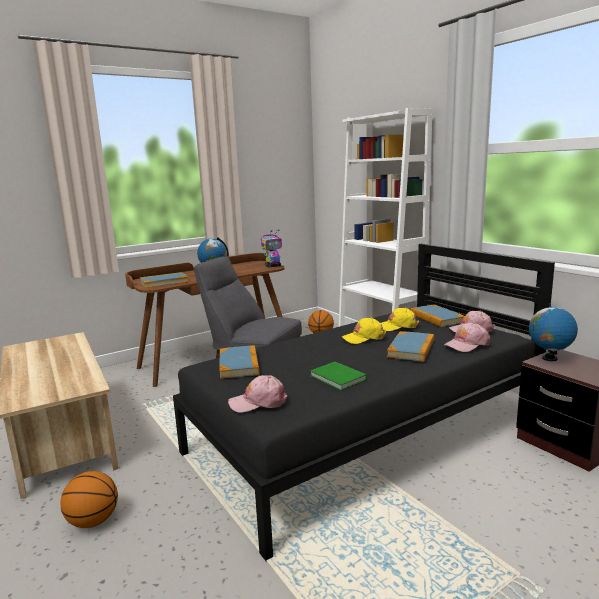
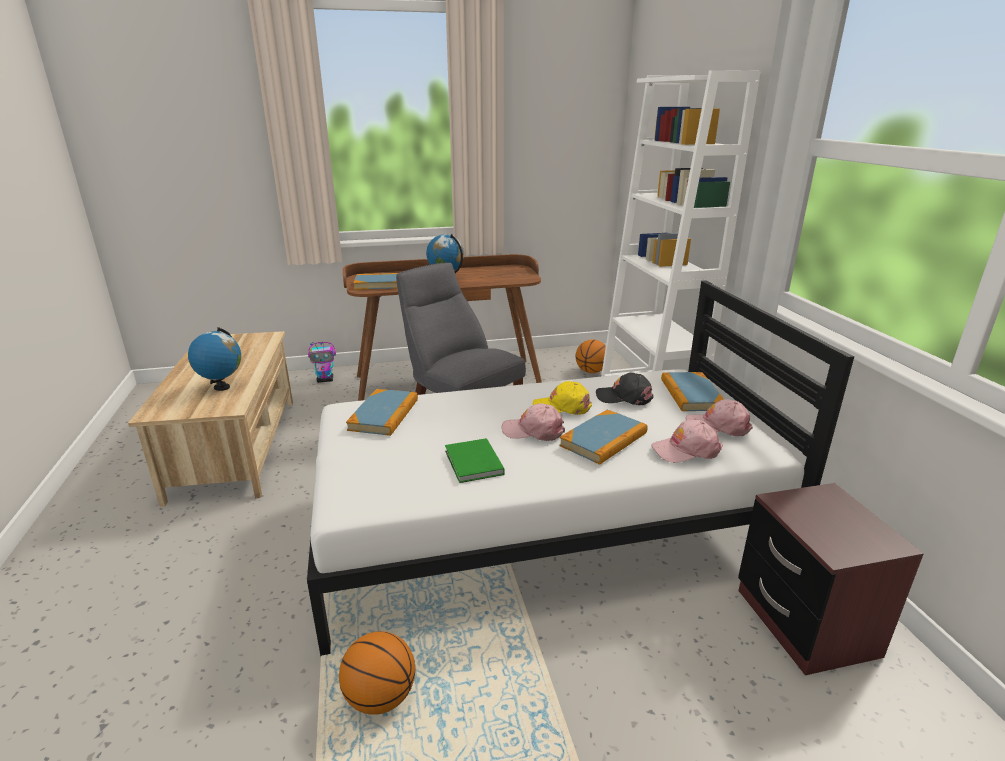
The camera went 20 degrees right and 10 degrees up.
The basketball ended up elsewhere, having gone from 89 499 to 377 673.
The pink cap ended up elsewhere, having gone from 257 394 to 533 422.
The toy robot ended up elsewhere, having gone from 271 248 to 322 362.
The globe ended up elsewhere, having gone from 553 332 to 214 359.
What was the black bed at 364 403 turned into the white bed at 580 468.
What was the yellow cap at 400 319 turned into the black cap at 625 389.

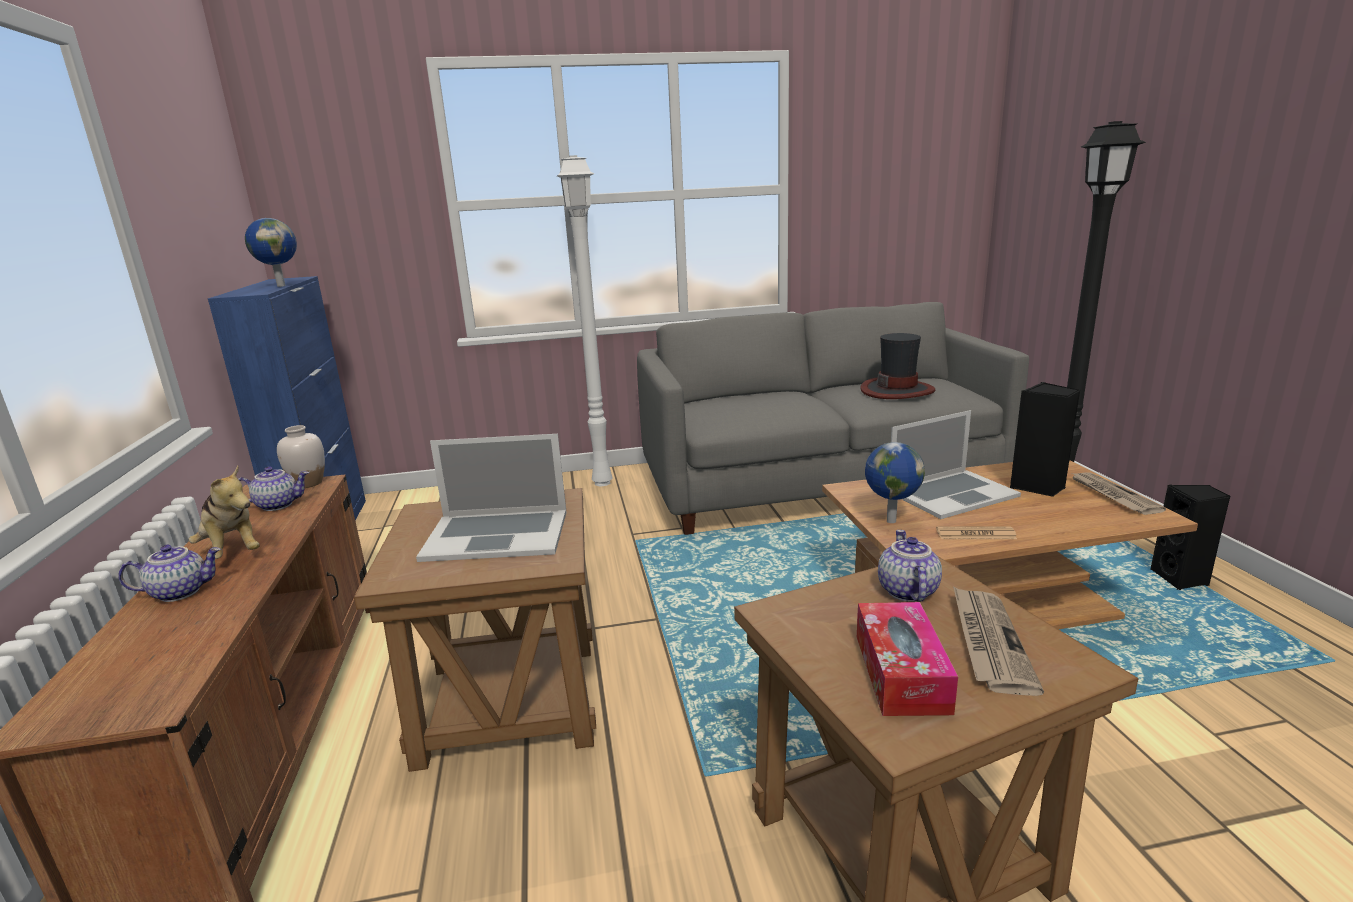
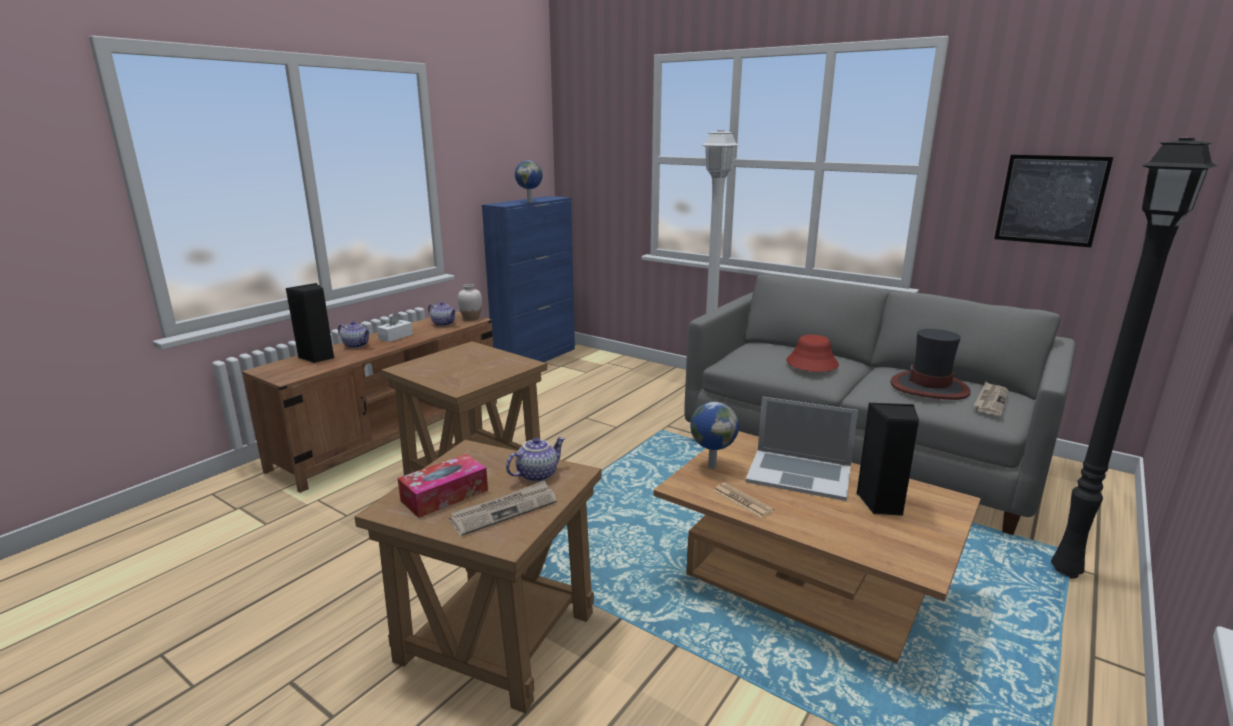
The camera went 45 degrees right and 0 degrees up.
The second view lost the laptop at 491 498.
The second view gained the red hat at 812 353.
The second view gained the picture at 1053 201.
The newspaper ended up elsewhere, having gone from 1119 494 to 991 399.
The black speaker ended up elsewhere, having gone from 1190 537 to 309 323.
Where the plush toy stood at 224 512, the white tissue box came to stand at 395 327.

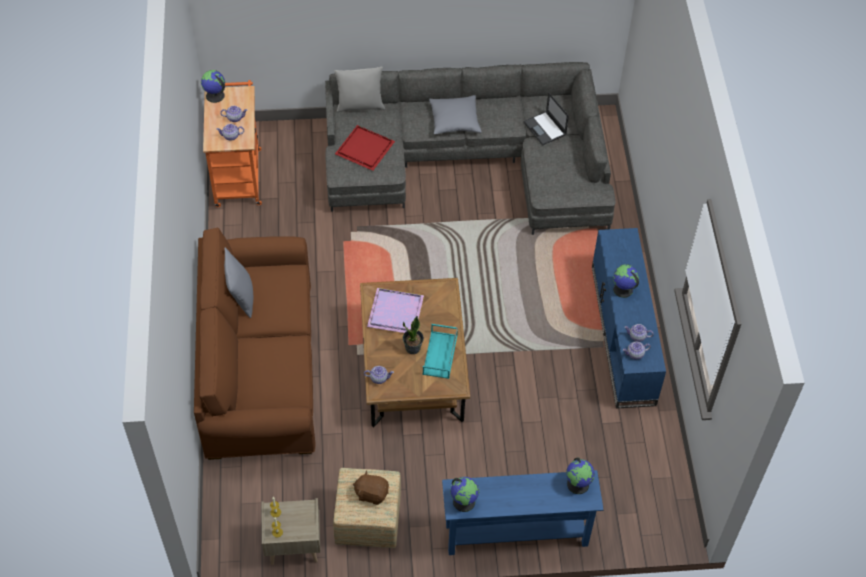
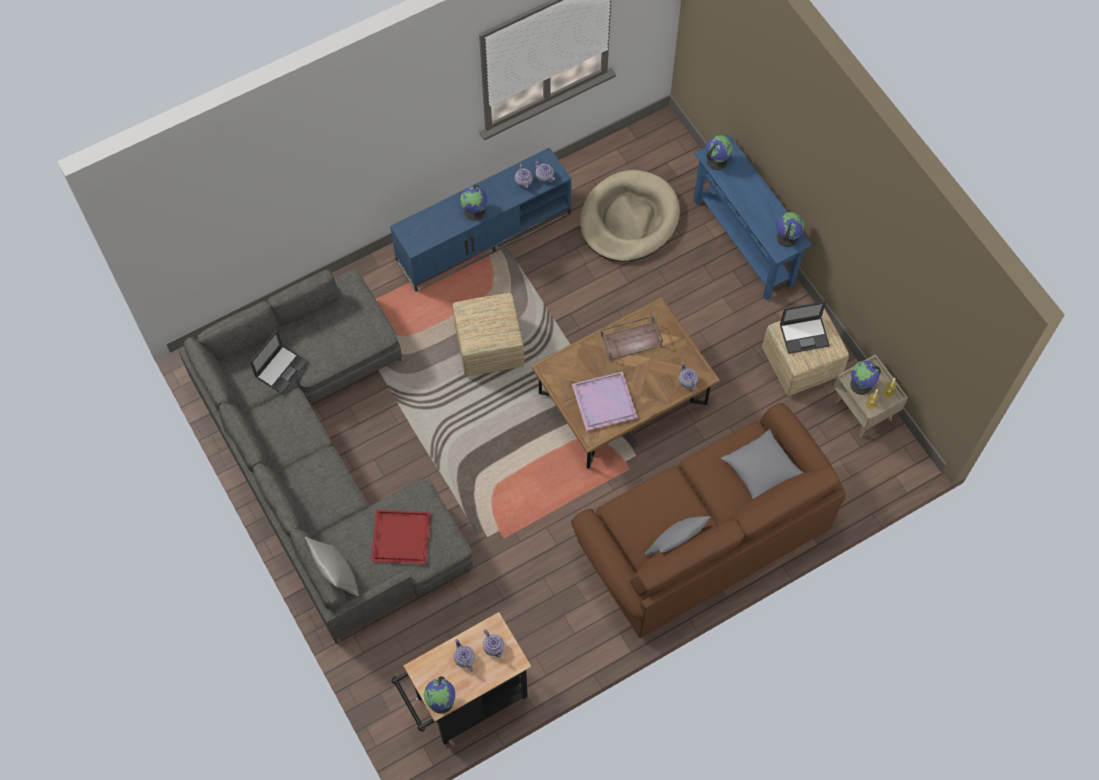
The camera went 115 degrees left and 10 degrees up.
The second view lost the potted plant at 413 335.
The second view gained the ottoman at 488 335.
The second view gained the beige dog bed at 630 216.
The second view gained the globe at 865 378.
The grey pillow ended up elsewhere, having gone from 455 114 to 762 464.
Where the brown plush toy stood at 371 487, the laptop came to stand at 805 327.
What was the orange cart at 232 143 turned into the black cart at 461 678.
What was the turquoise tray at 440 351 turned into the brown tray at 632 337.

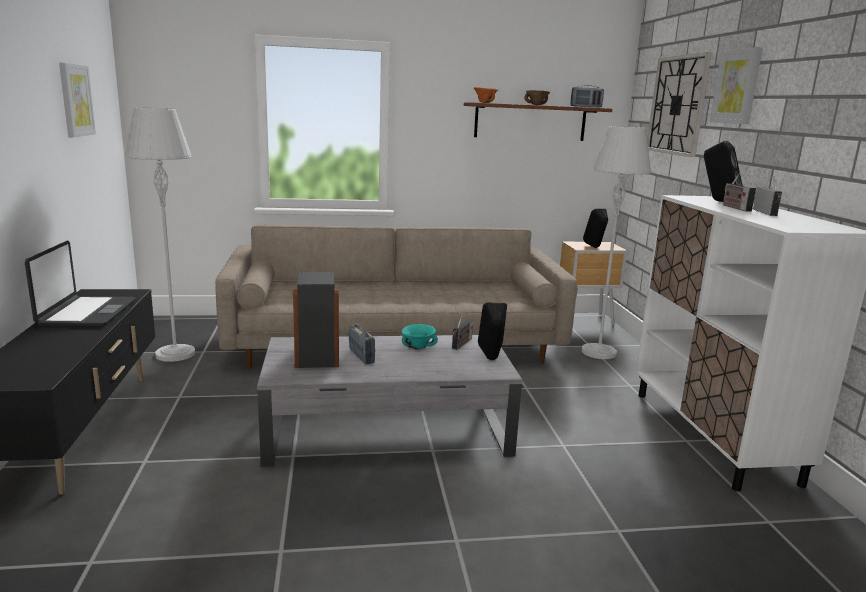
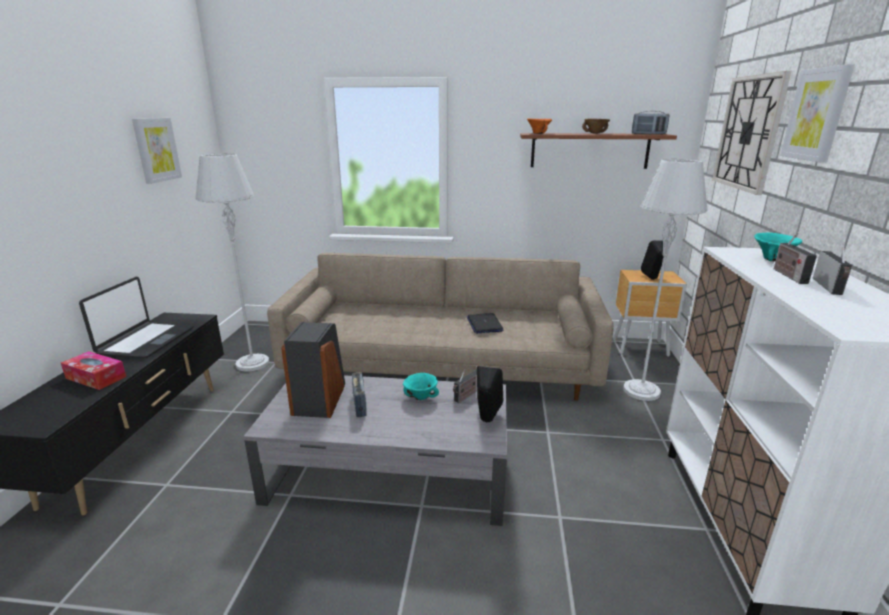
The camera went 15 degrees right and 5 degrees up.
The second view gained the tissue box at 93 370.
The second view gained the laptop at 484 323.
Where the black speaker stood at 723 171, the turquoise bowl came to stand at 778 247.

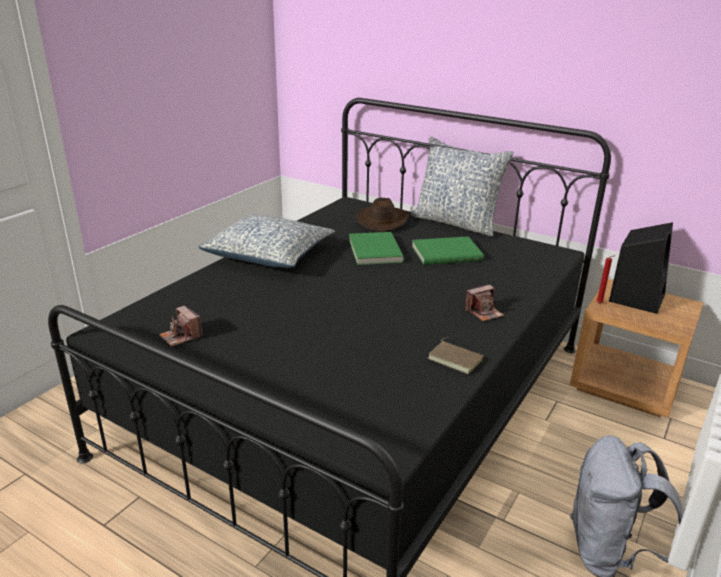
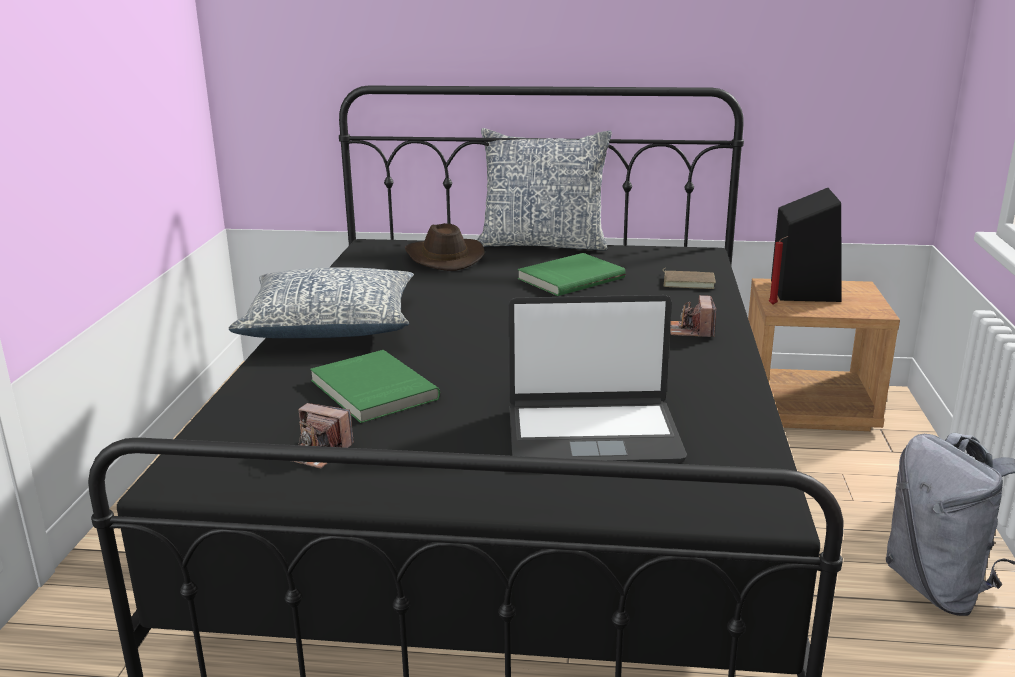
The camera went 25 degrees left and 5 degrees down.
The second view gained the laptop at 597 379.
The green book ended up elsewhere, having gone from 376 248 to 375 386.
The brown book ended up elsewhere, having gone from 456 355 to 689 278.
The photo camera at 484 302 ended up facing another way, 150 degrees clockwise from before.

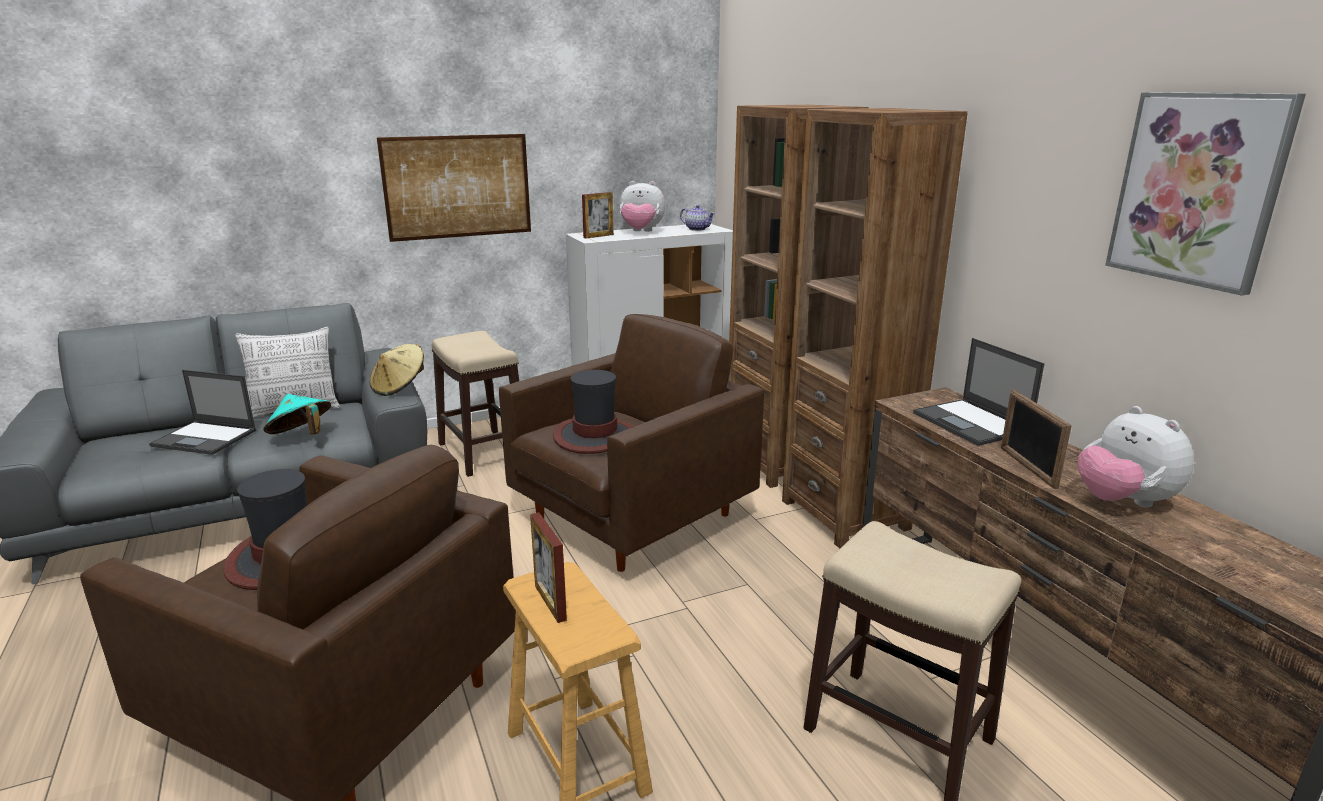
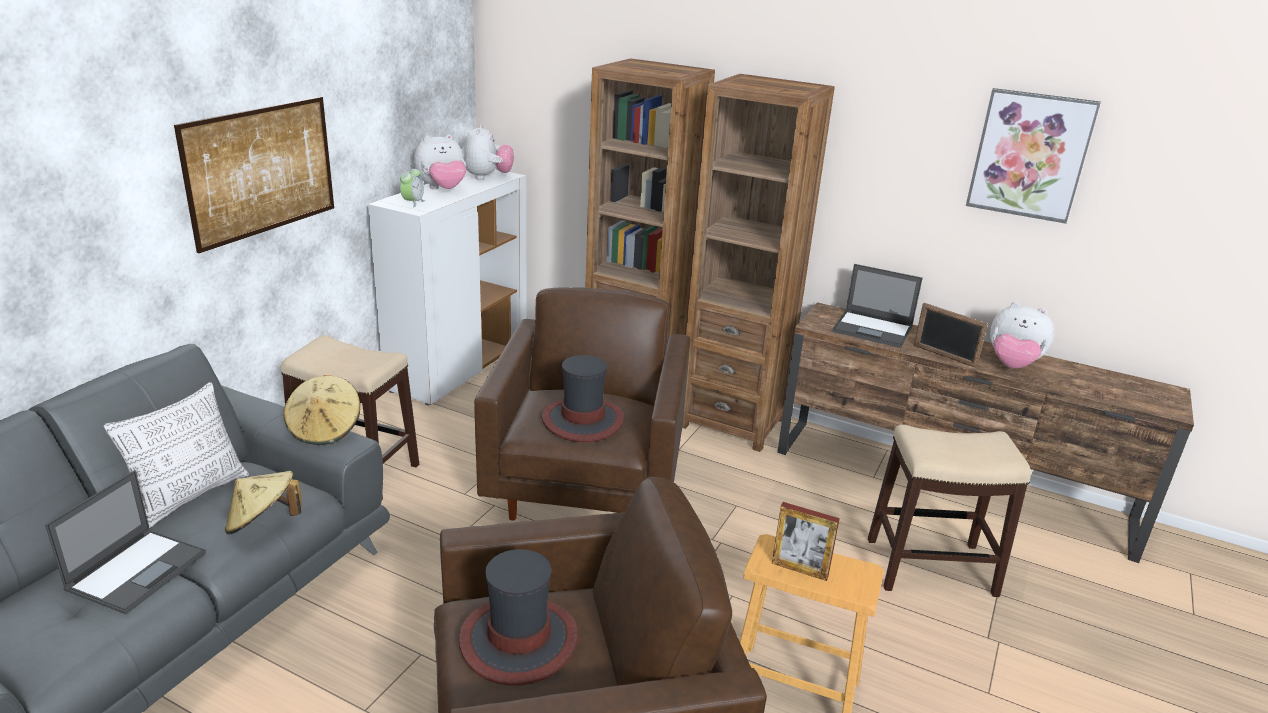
The camera went 40 degrees left and 5 degrees up.
Where the picture frame stood at 598 215, the alarm clock came to stand at 412 186.
Where the teapot stood at 697 218, the plush toy came to stand at 488 152.
What was the turquoise hat at 297 414 turned into the beige hat at 263 502.
The laptop at 202 412 ended up facing another way, 45 degrees counterclockwise from before.

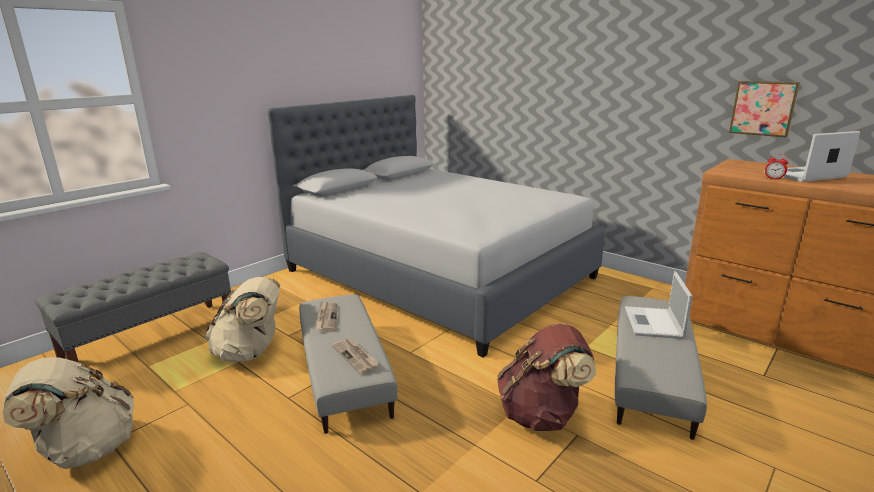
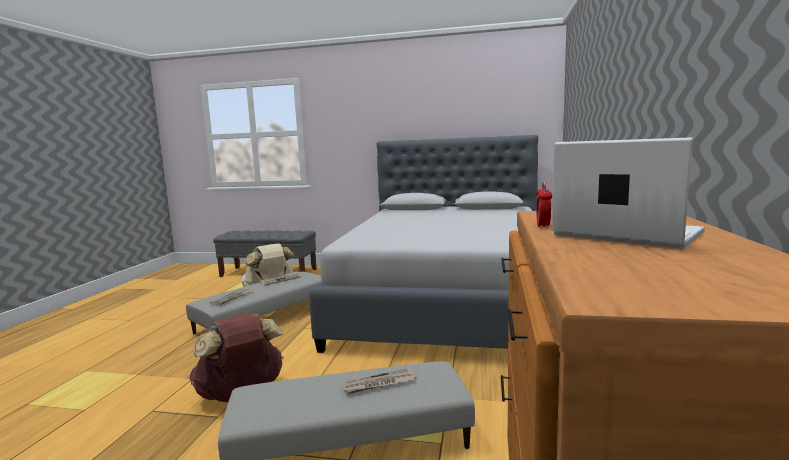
The camera went 60 degrees right and 10 degrees down.
The second view lost the beige backpack at 68 413.
The second view lost the picture at 764 109.
Where the laptop stood at 659 305, the newspaper came to stand at 380 381.

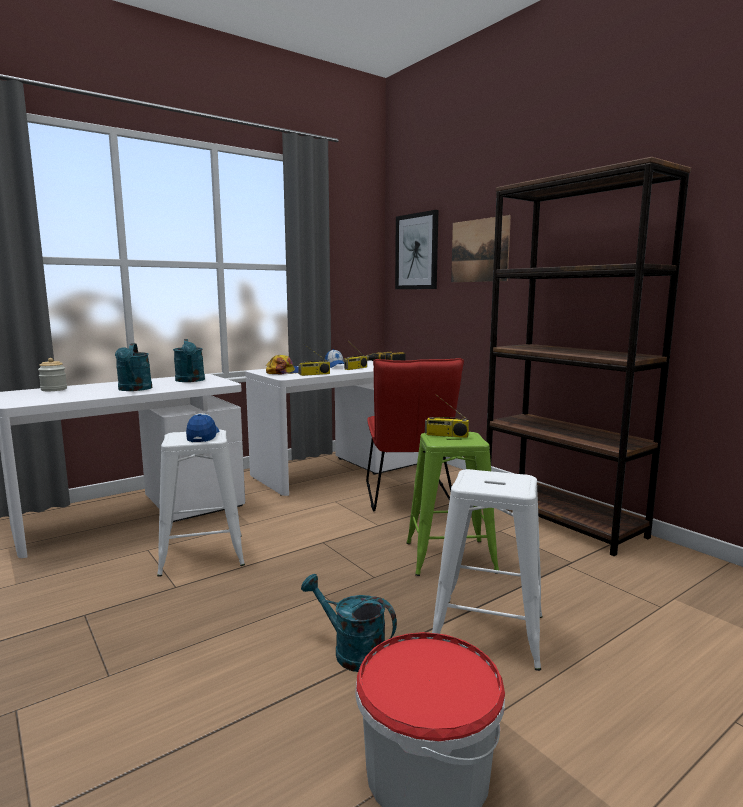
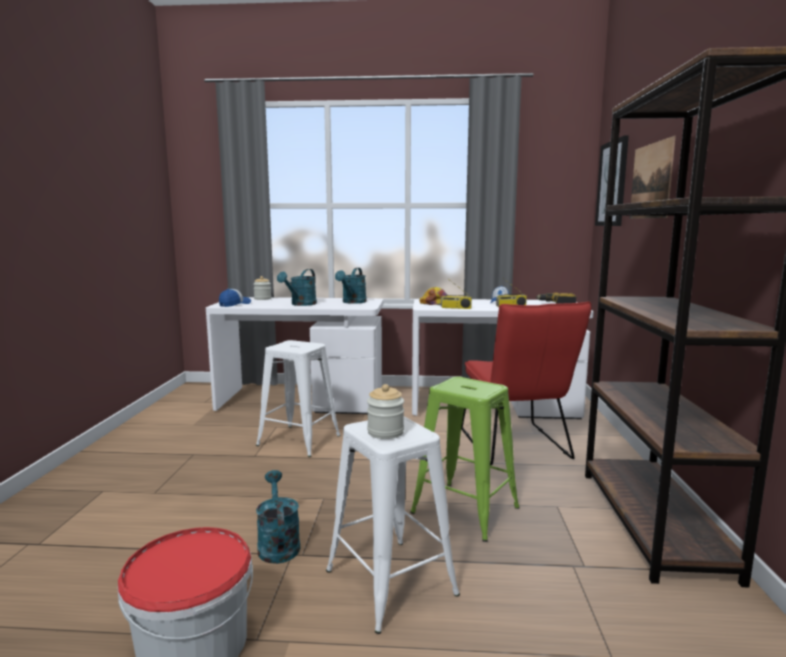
The camera went 40 degrees right and 0 degrees up.
The second view lost the radio at 447 416.
The second view gained the jar at 385 411.
The cap ended up elsewhere, having gone from 202 427 to 235 298.
The red chair at 415 434 ended up facing another way, 45 degrees counterclockwise from before.

